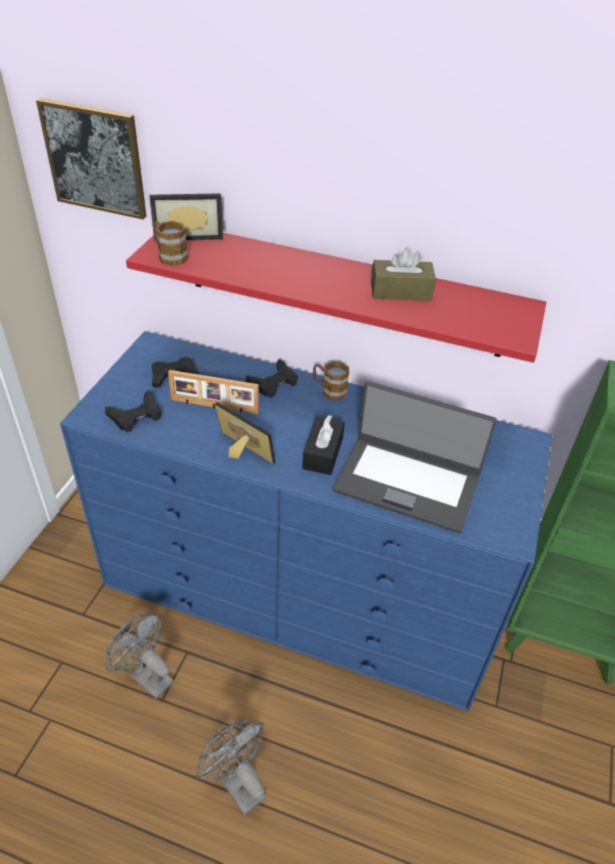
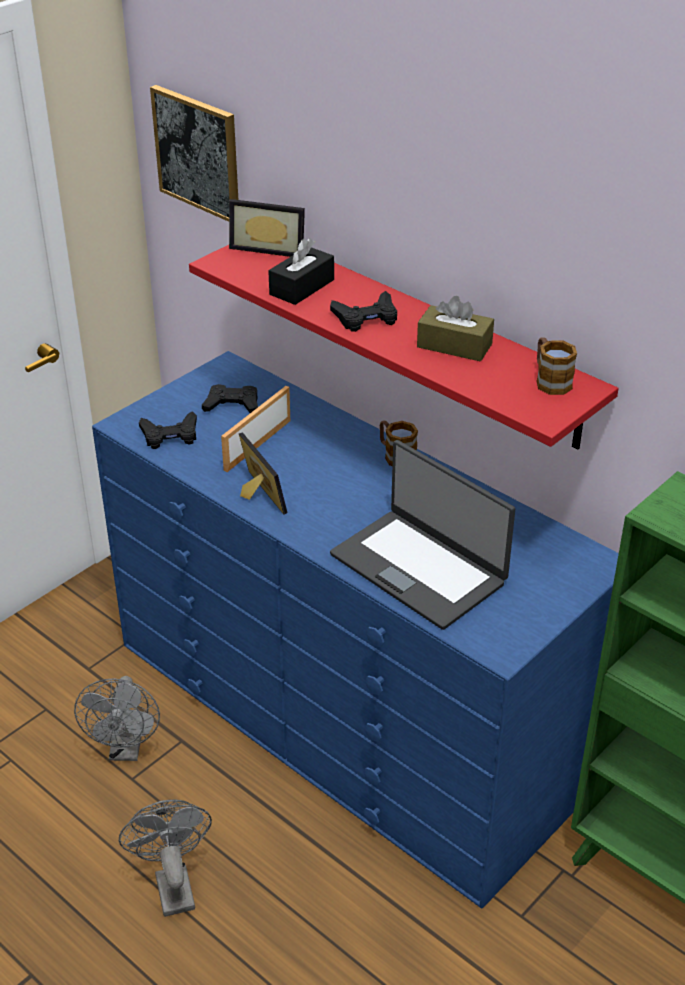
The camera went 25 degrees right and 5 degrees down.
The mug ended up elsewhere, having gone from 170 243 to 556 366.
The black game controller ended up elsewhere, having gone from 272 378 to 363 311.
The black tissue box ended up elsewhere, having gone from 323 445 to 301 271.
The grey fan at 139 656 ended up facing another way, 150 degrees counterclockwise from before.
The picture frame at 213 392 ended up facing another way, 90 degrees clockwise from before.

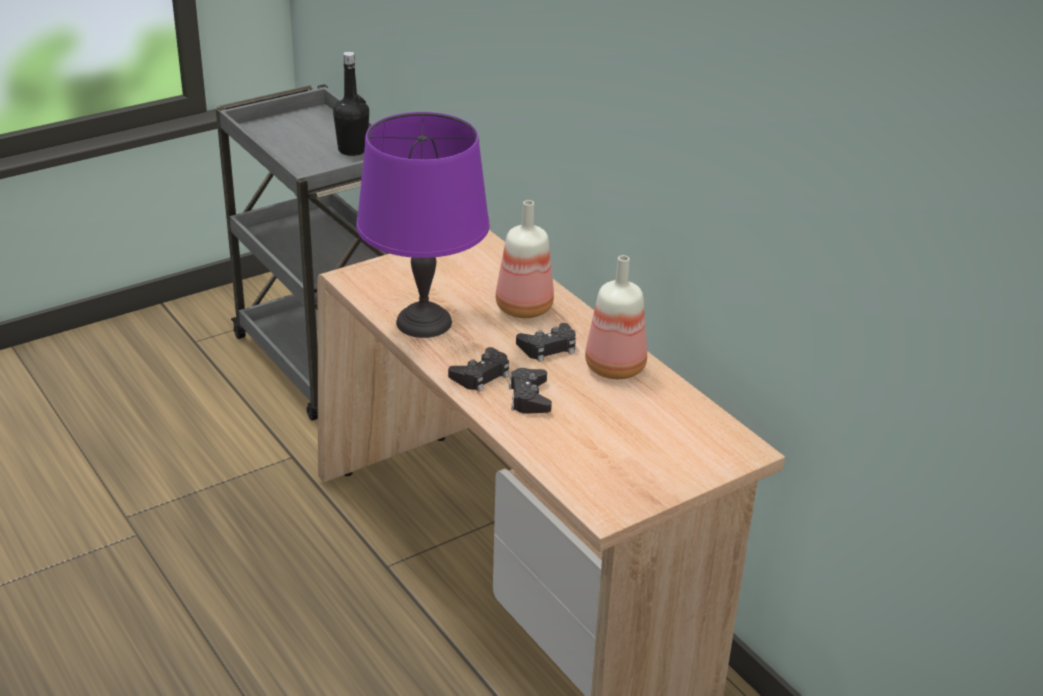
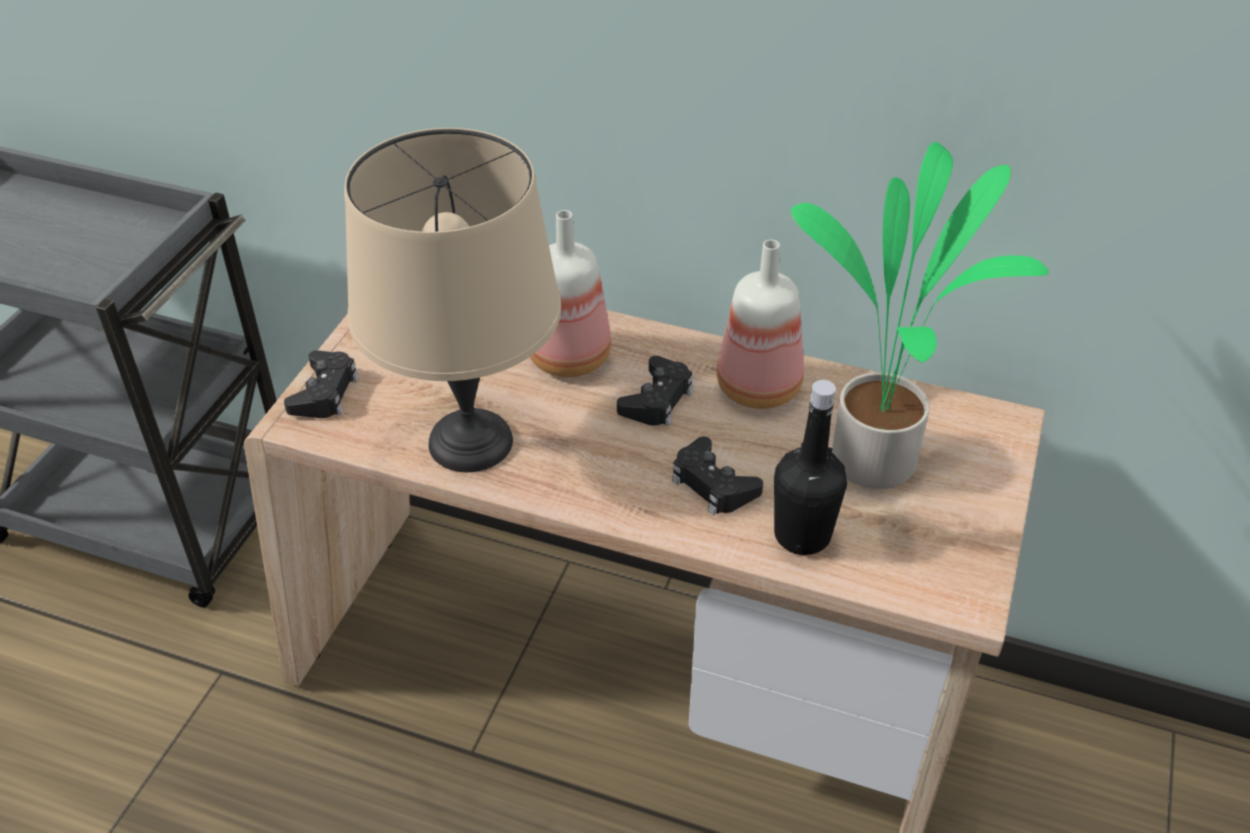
The camera went 35 degrees left and 10 degrees up.
The second view gained the potted plant at 920 315.
The black bottle ended up elsewhere, having gone from 351 104 to 810 467.
The black game controller ended up elsewhere, having gone from 478 369 to 321 384.
What was the purple table lamp at 422 225 turned into the beige table lamp at 452 300.

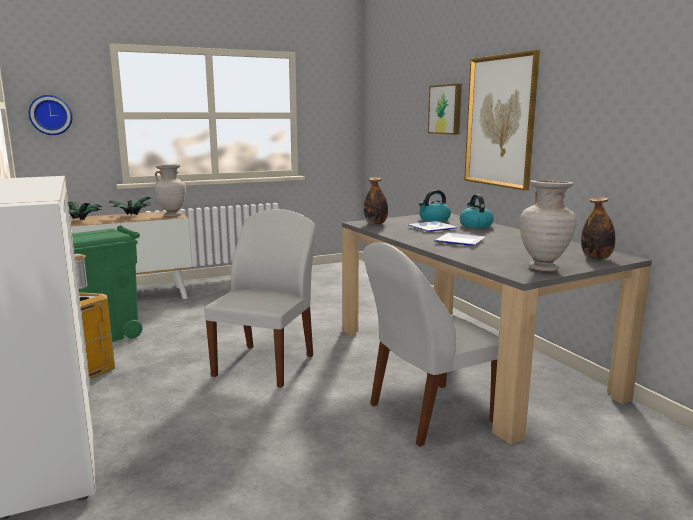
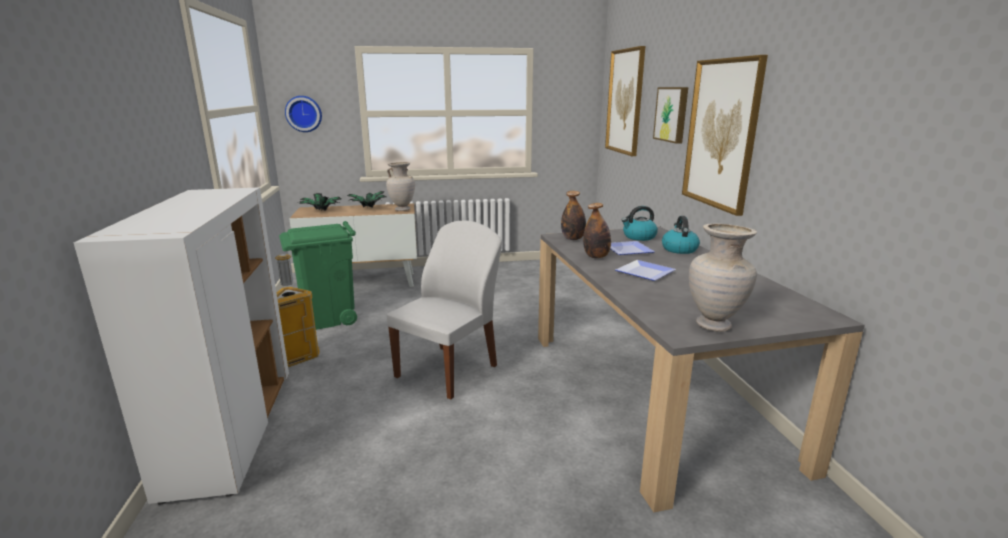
The camera went 15 degrees right and 5 degrees up.
The second view lost the white chair at 431 345.
The second view gained the picture at 625 101.
The bottle ended up elsewhere, having gone from 598 228 to 597 230.

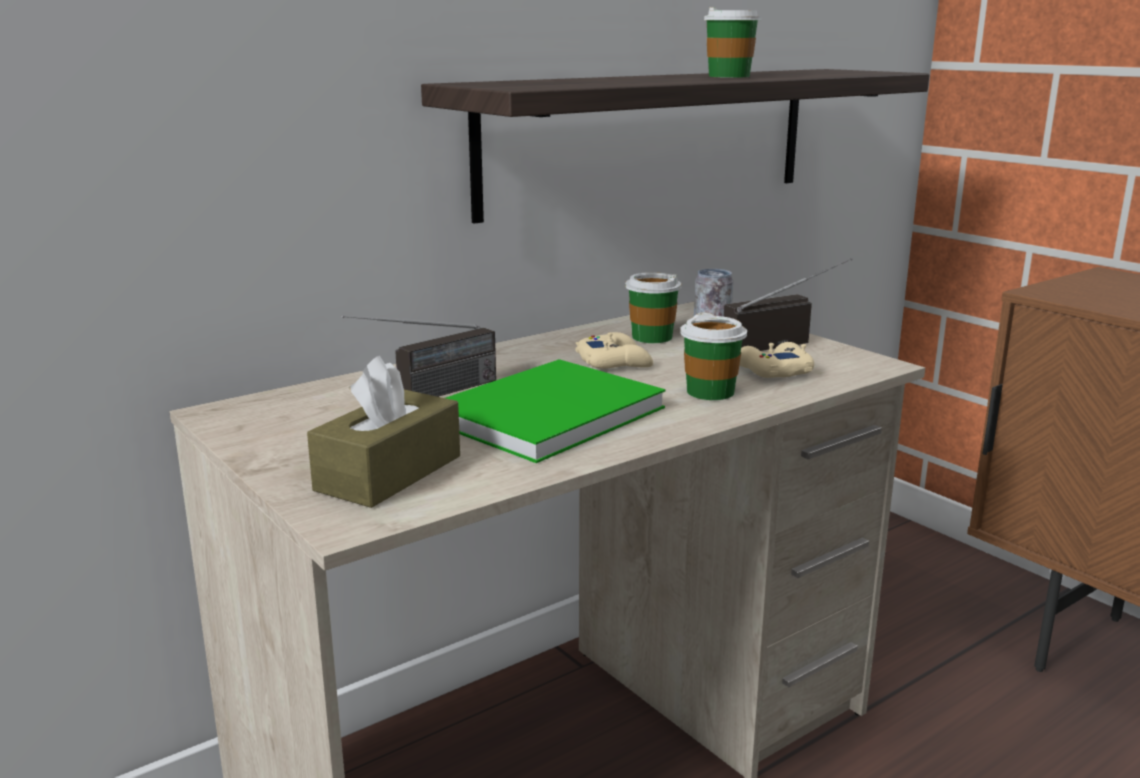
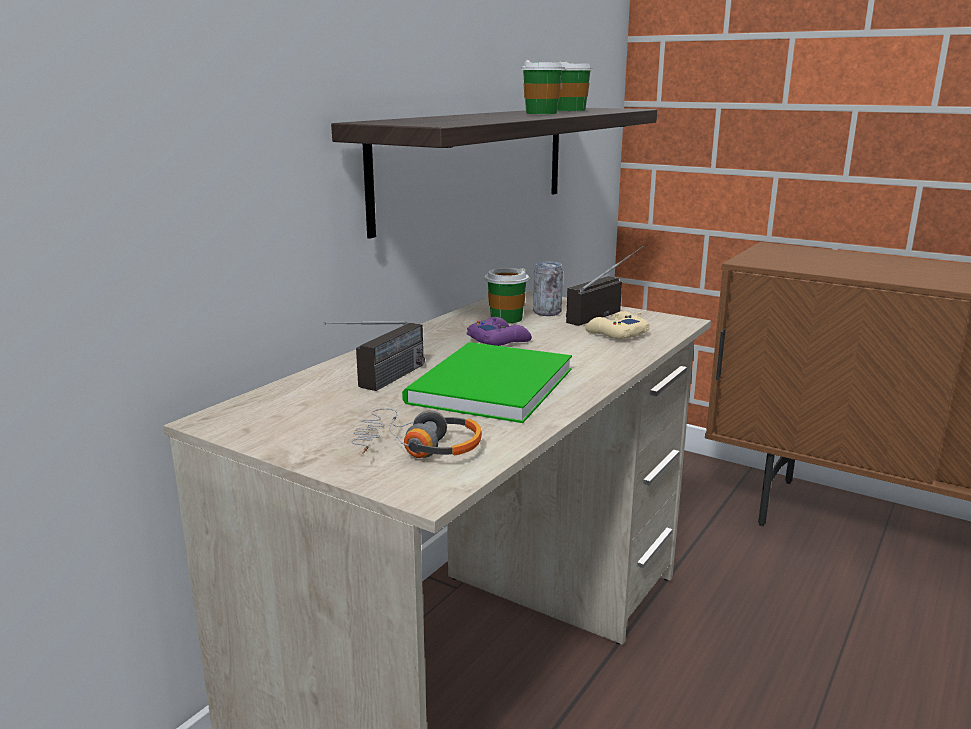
The camera went 20 degrees left and 0 degrees up.
The cup ended up elsewhere, having gone from 713 356 to 575 86.
Where the brown tissue box stood at 383 432, the headphones came to stand at 416 433.
What was the beige game controller at 614 350 turned into the purple game controller at 499 331.

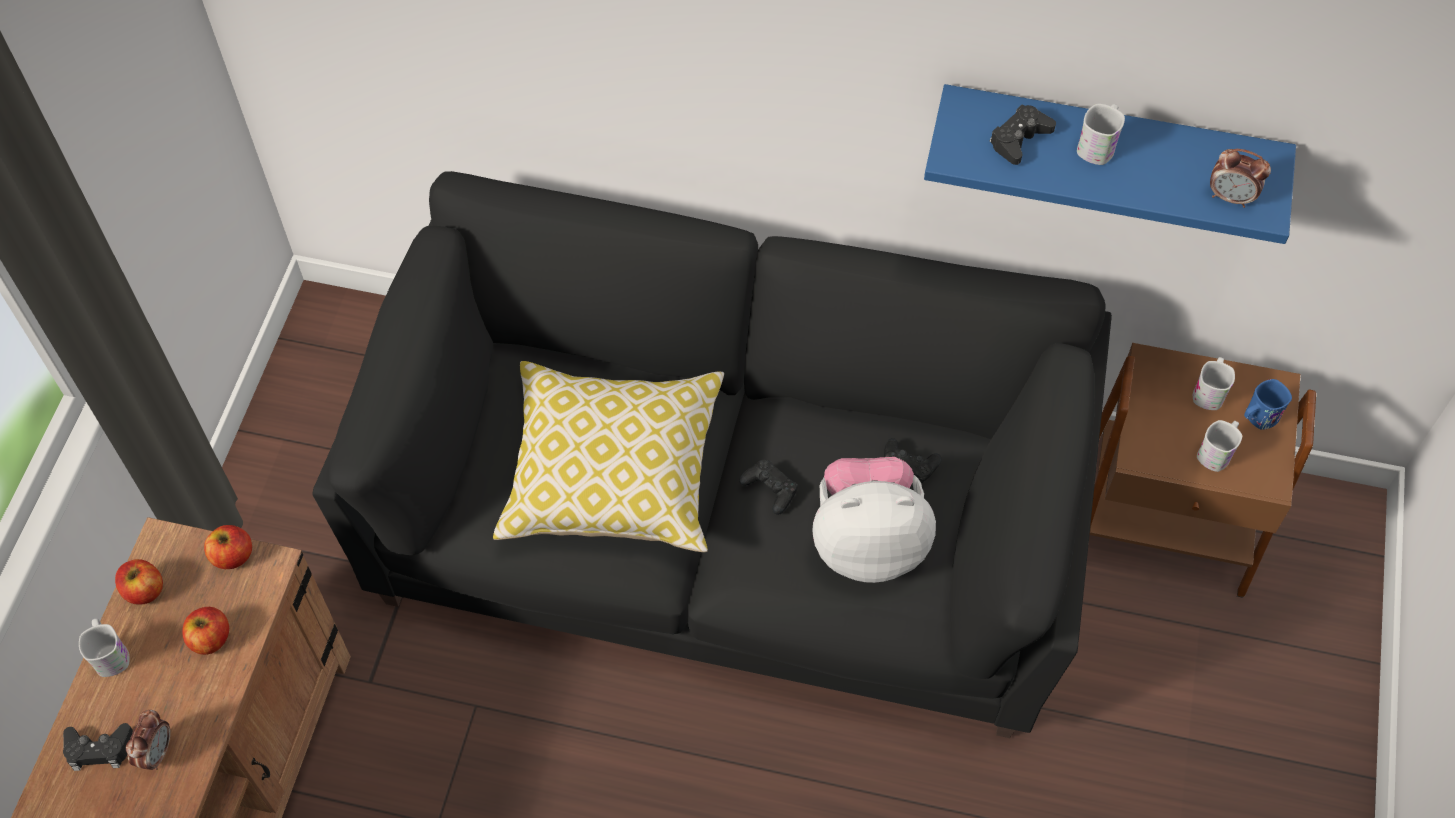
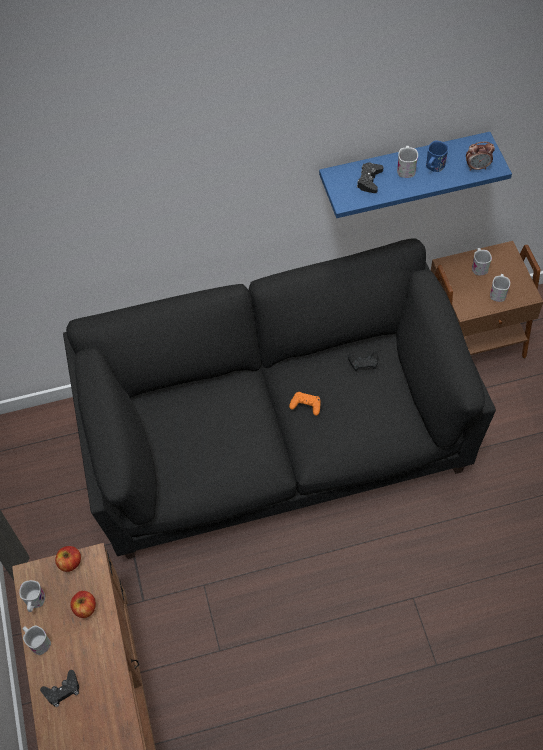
The camera went 25 degrees left and 0 degrees up.
The second view lost the alarm clock at 148 740.
The second view lost the pillow at 608 456.
The second view lost the plush toy at 874 520.
The blue mug ended up elsewhere, having gone from 1268 404 to 437 156.
Where the apple stood at 139 582, the white mug came to stand at 32 596.
What was the black game controller at 768 487 turned into the orange game controller at 305 404.

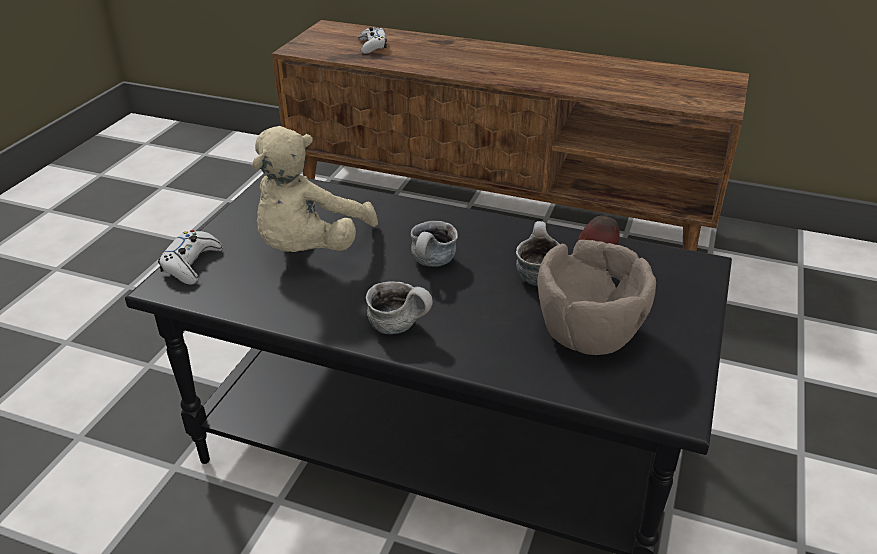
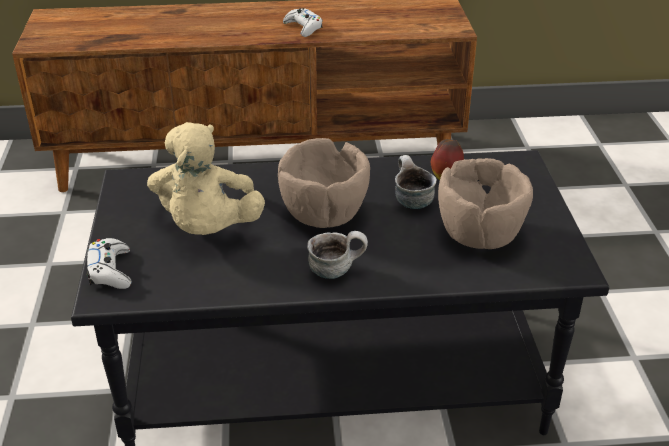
The camera went 25 degrees left and 0 degrees up.
The white game controller ended up elsewhere, having gone from 372 40 to 302 22.
Where the mug stood at 434 244, the brown bowl came to stand at 324 183.

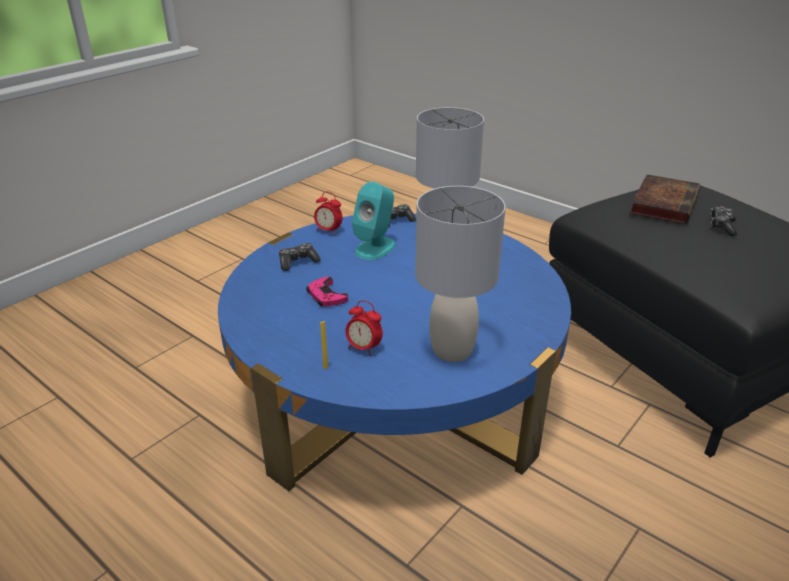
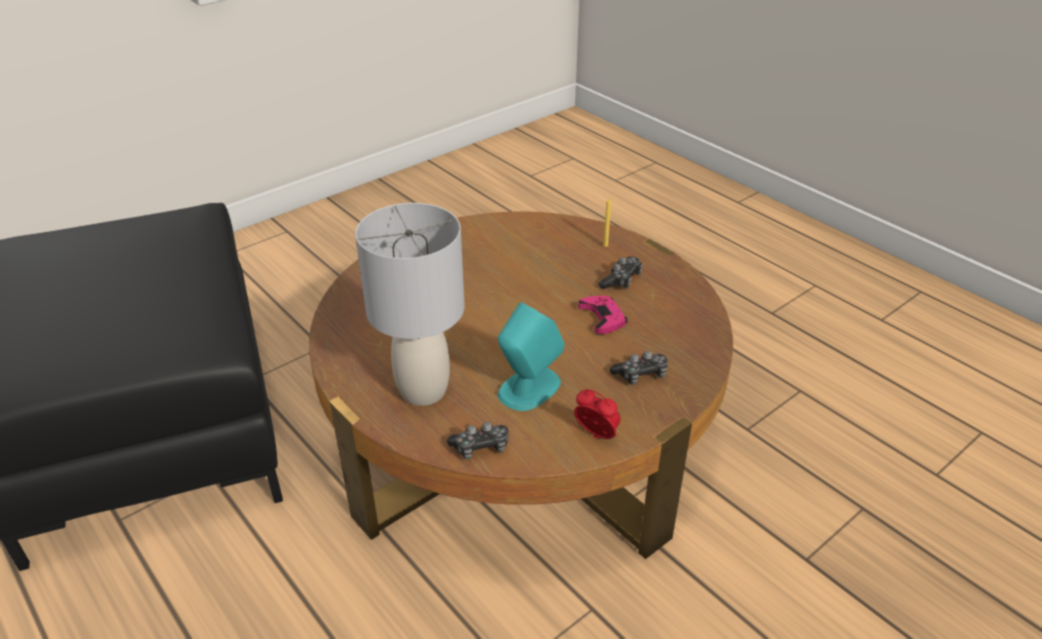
The camera went 170 degrees left and 5 degrees up.
The second view lost the alarm clock at 364 328.
The second view lost the grey table lamp at 460 274.
The second view lost the book at 664 200.
The game controller ended up elsewhere, having gone from 723 221 to 621 272.
What was the blue coffee table at 394 352 turned into the brown coffee table at 521 385.

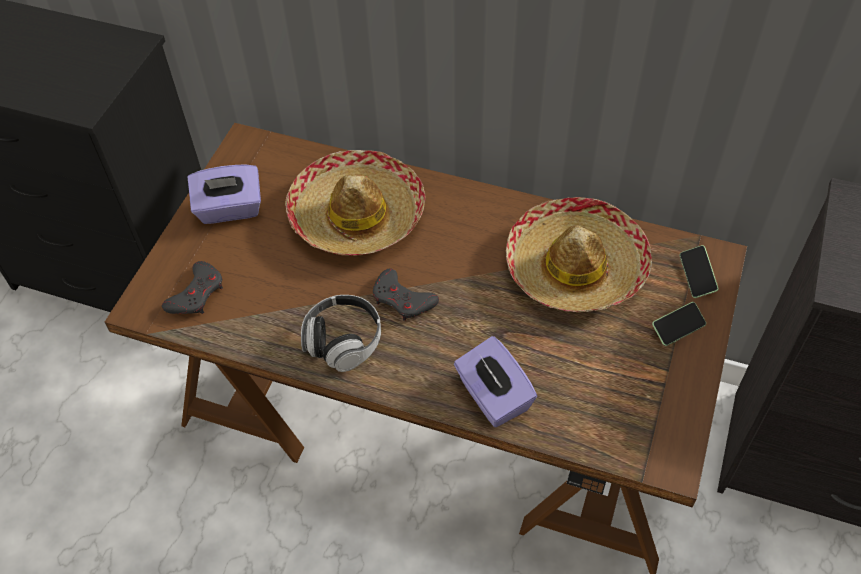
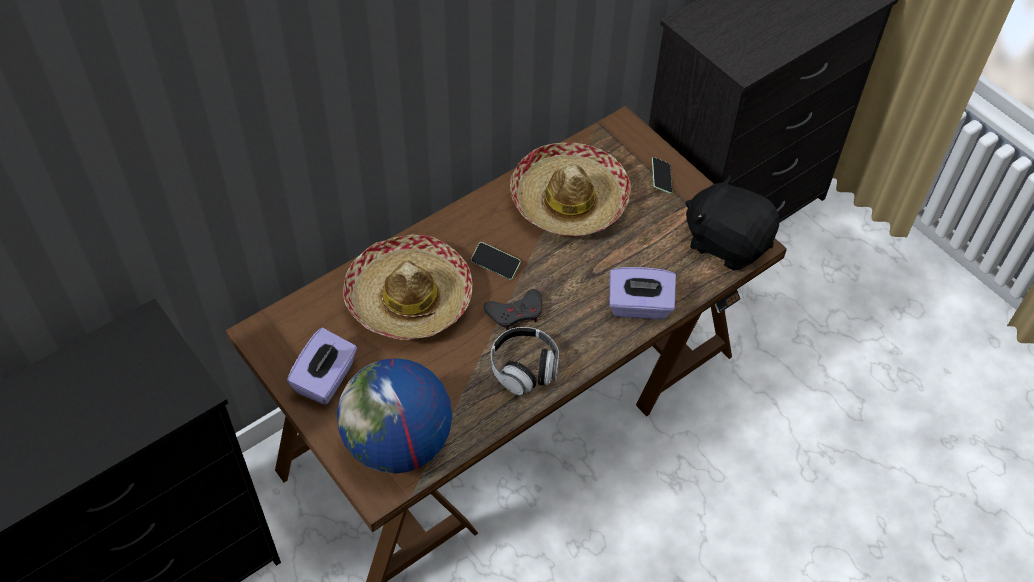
The camera went 60 degrees left and 0 degrees up.
The second view gained the black plush toy at 732 222.
The phone ended up elsewhere, having gone from 699 271 to 496 261.
Where the grey game controller stood at 192 287, the globe came to stand at 394 416.

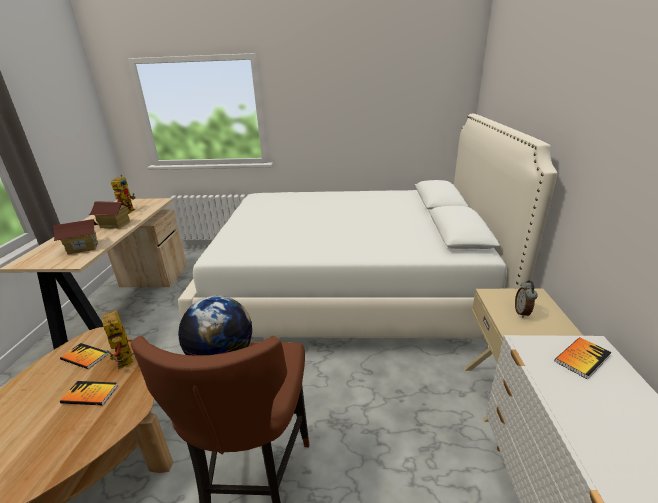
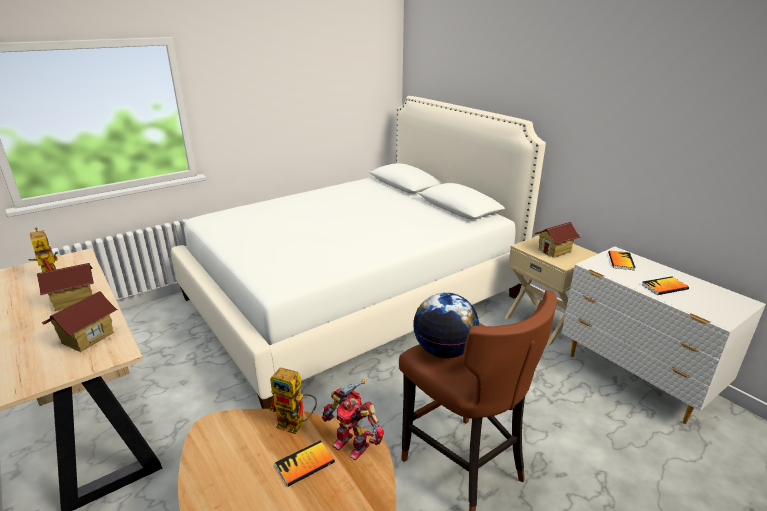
The camera went 40 degrees left and 0 degrees up.
The second view gained the toy robot at 353 419.
The book ended up elsewhere, having gone from 84 356 to 665 285.
Where the alarm clock stood at 526 299, the toy house came to stand at 557 240.

